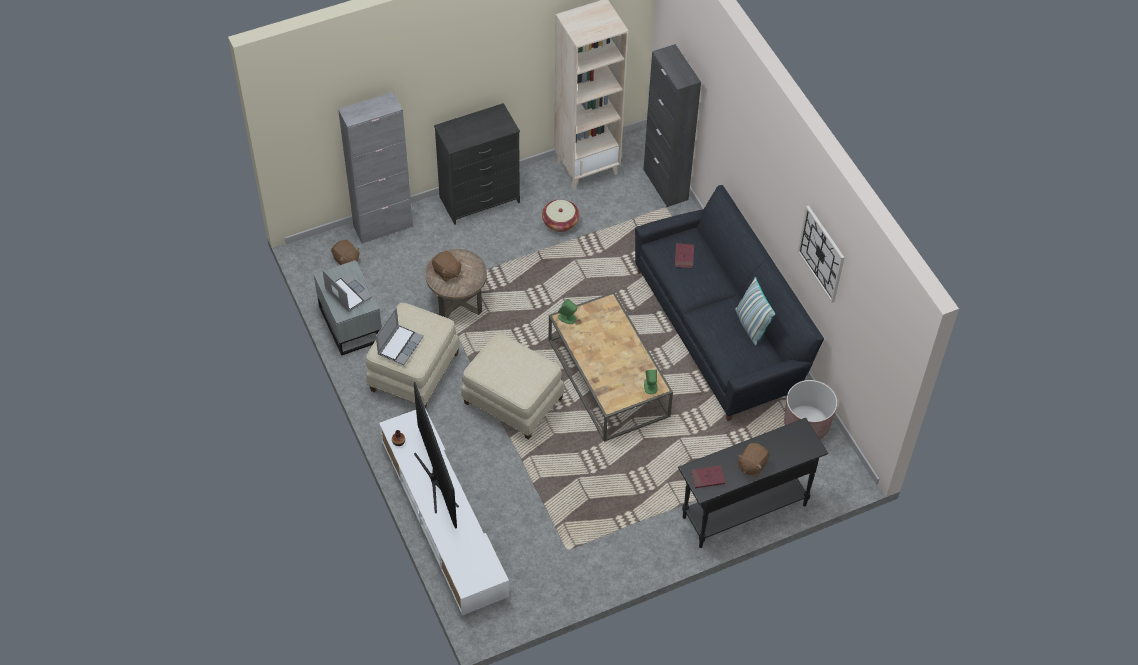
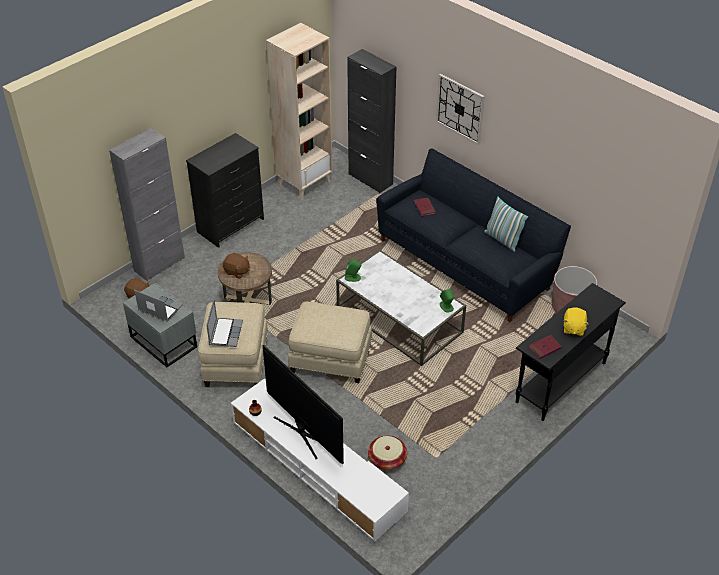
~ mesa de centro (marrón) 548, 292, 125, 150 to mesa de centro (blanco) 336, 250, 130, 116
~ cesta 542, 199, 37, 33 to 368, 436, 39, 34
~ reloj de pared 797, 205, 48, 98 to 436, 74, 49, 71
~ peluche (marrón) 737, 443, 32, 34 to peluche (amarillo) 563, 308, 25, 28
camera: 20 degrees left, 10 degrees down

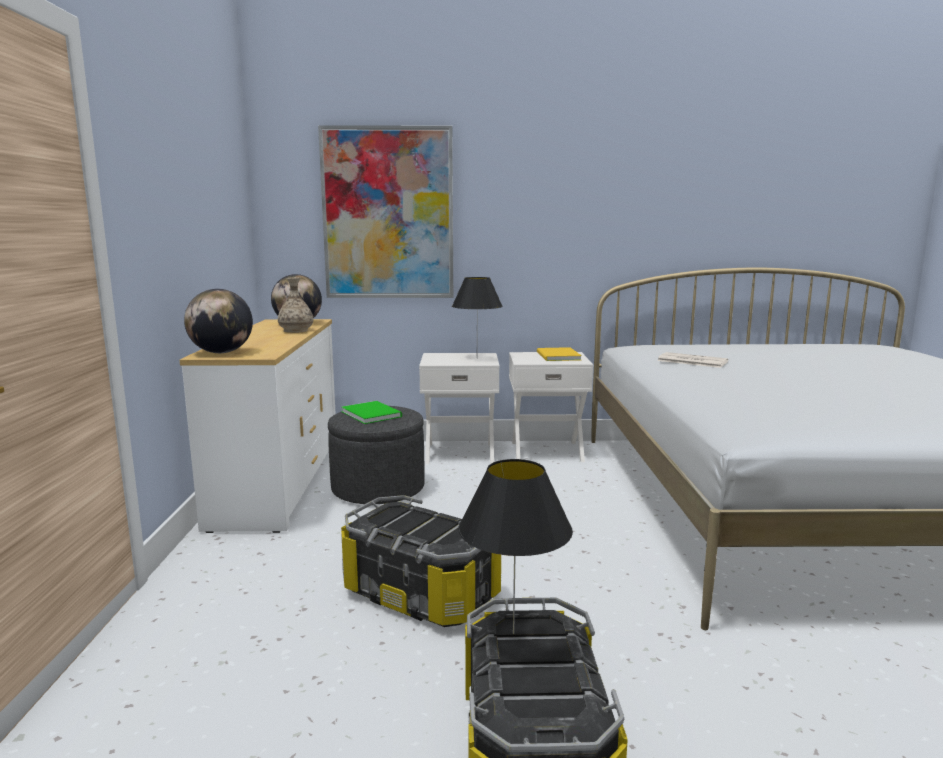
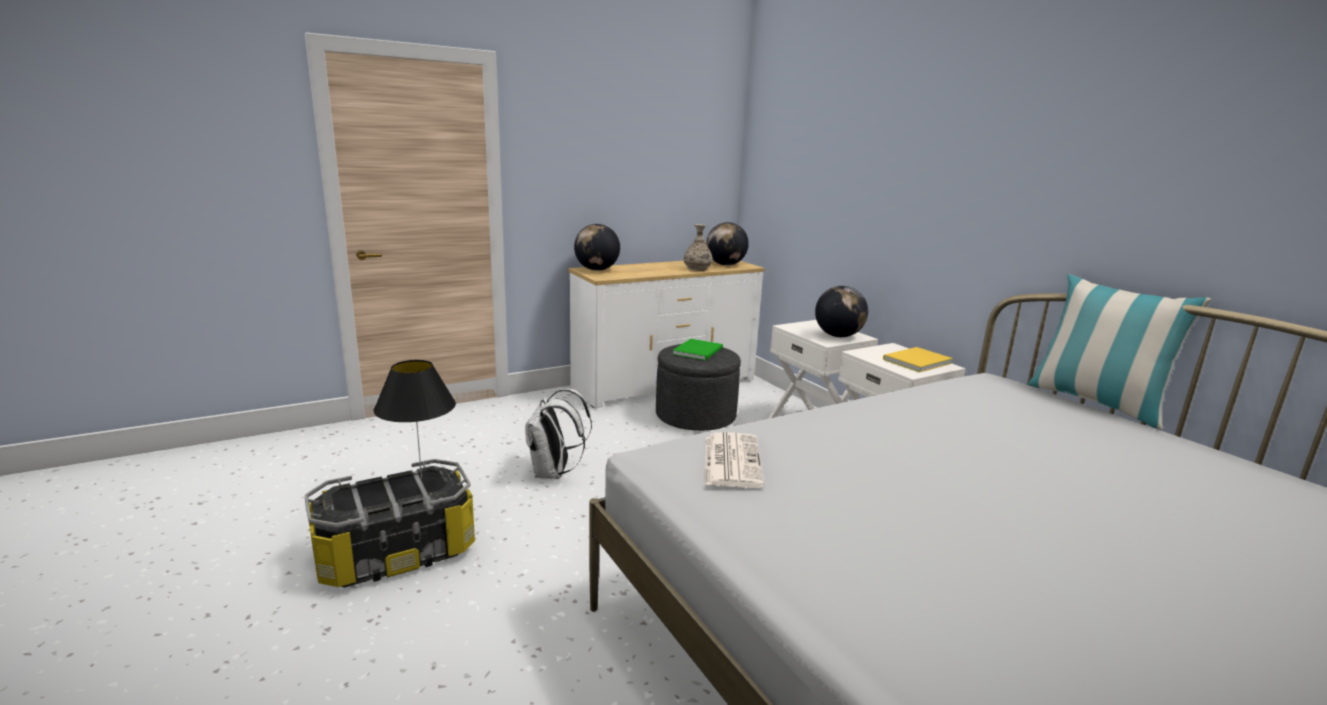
~ caja de almacenaje 341, 495, 160, 132 to mochila (blanco) 525, 388, 67, 91
~ periódico 657, 352, 71, 16 to 705, 432, 59, 56
~ lámpara de mesa (negro) 452, 277, 51, 70 to globo terráqueo 815, 286, 53, 51
+ cojín 1028, 274, 183, 155
- cuadro 318, 125, 135, 173
camera: 60 degrees right, 5 degrees up

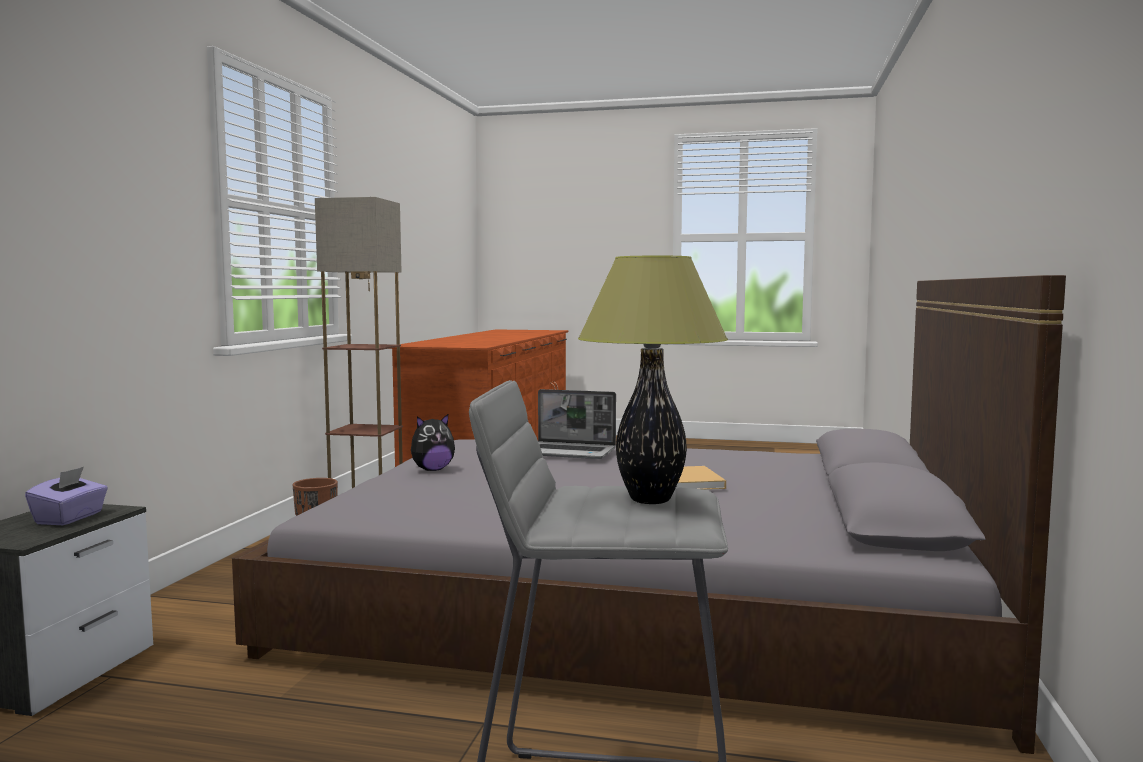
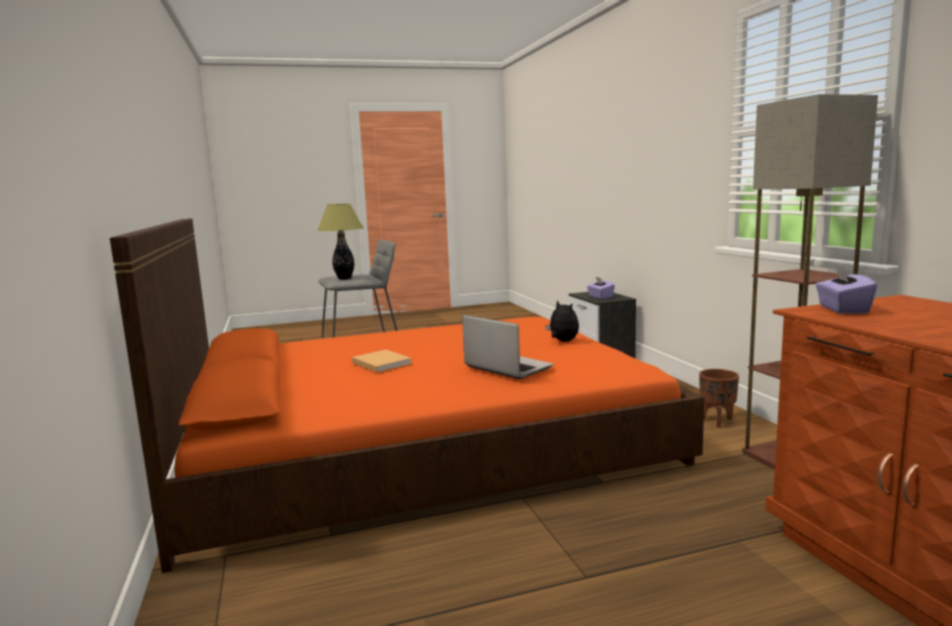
~ cama (gris) 232, 275, 834, 479 to cama (naranja) 110, 218, 594, 355
~ portátil 538, 389, 78, 70 = 462, 315, 92, 64 60 degrees clockwise
~ peluche 411, 414, 44, 57 = 545, 300, 34, 42 120 degrees clockwise
+ caja de pañuelos (morado) 816, 264, 61, 50
camera: 150 degrees right, 5 degrees up

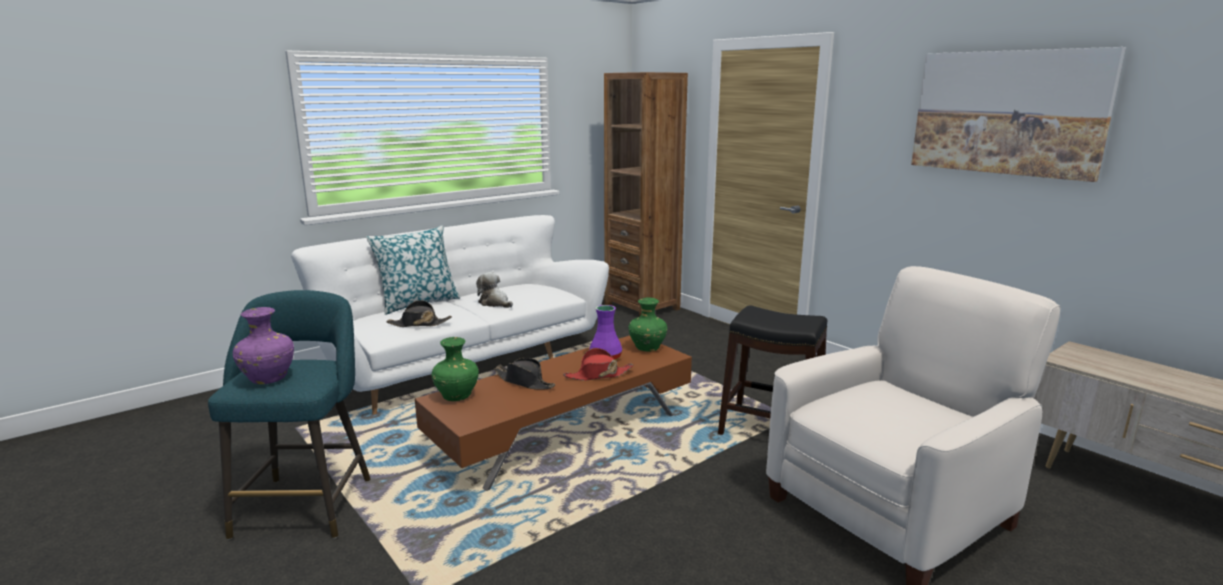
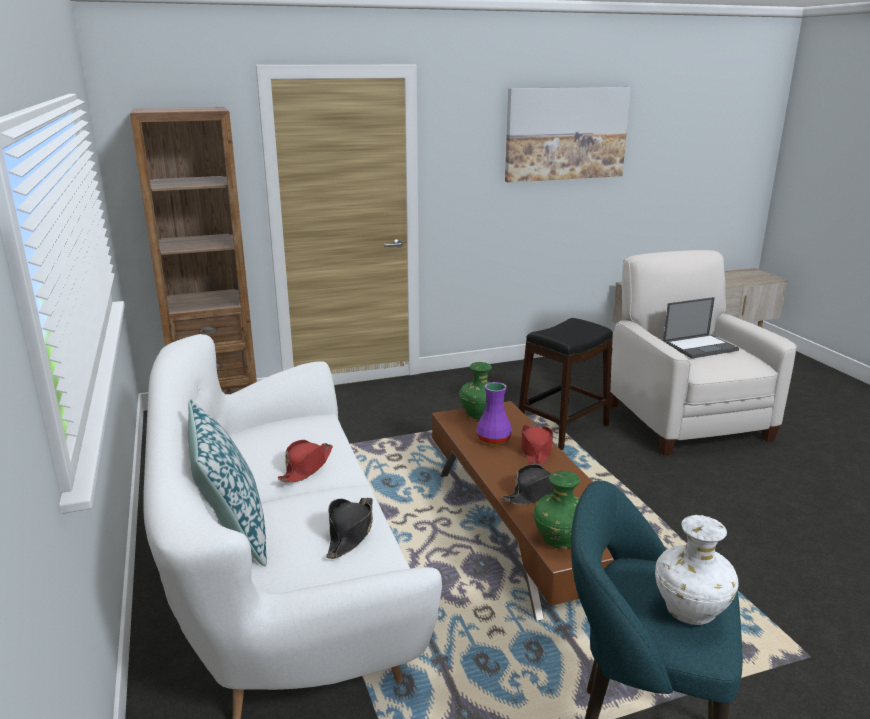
~ peluche 476, 272, 37, 36 to sombrero (rojo) 277, 440, 56, 42
~ florero (morado) 233, 307, 61, 77 to florero (blanco) 655, 515, 83, 110
+ portátil 663, 297, 76, 61
camera: 70 degrees left, 5 degrees up

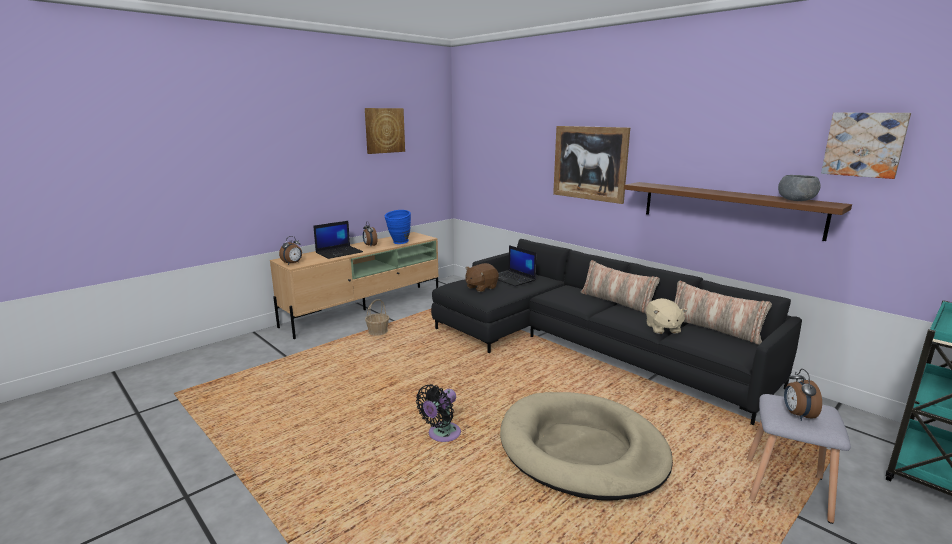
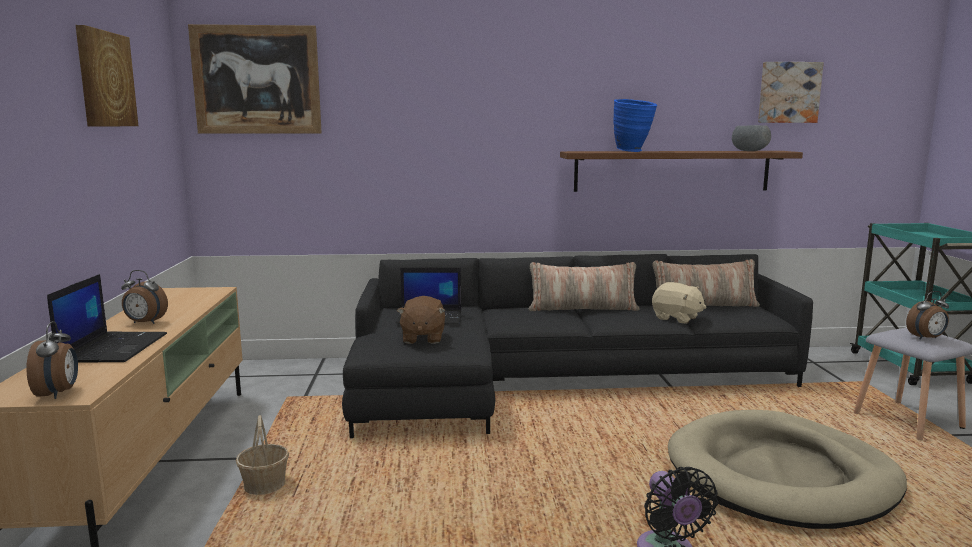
~ cuadro 553, 126, 77, 78 to 188, 24, 134, 110
~ florero (azul) 385, 210, 26, 34 to 613, 99, 44, 53
~ despertador 784, 369, 38, 52 = 906, 291, 43, 49 60 degrees counterclockwise
camera: 50 degrees left, 5 degrees down

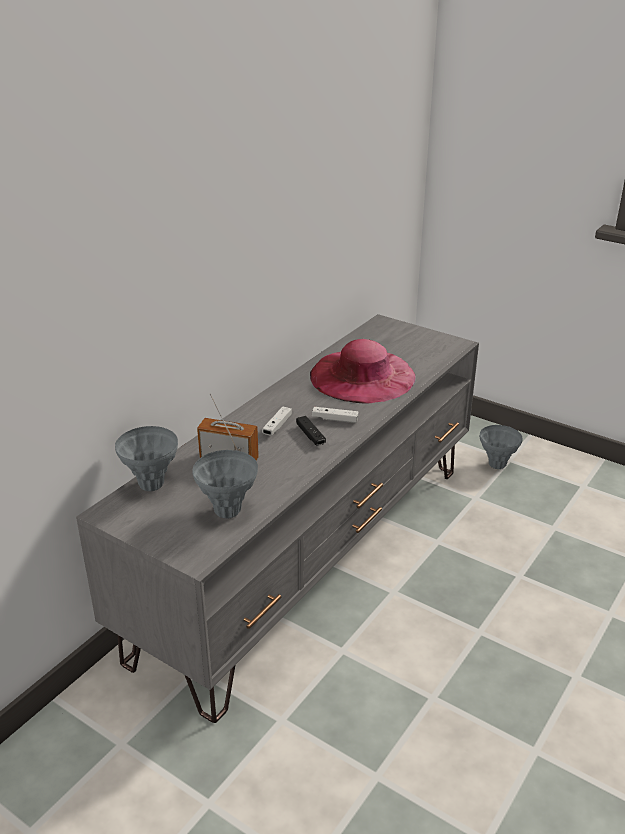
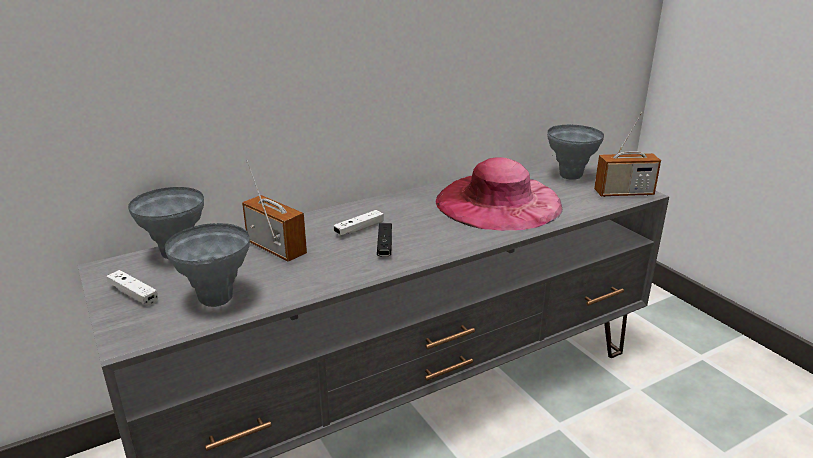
~ mando de consola (blanco) 312, 407, 46, 16 to 106, 270, 52, 36
~ florero (gris) 480, 425, 43, 44 to 547, 125, 57, 55
+ radio 594, 112, 67, 85
camera: 25 degrees right, 5 degrees down

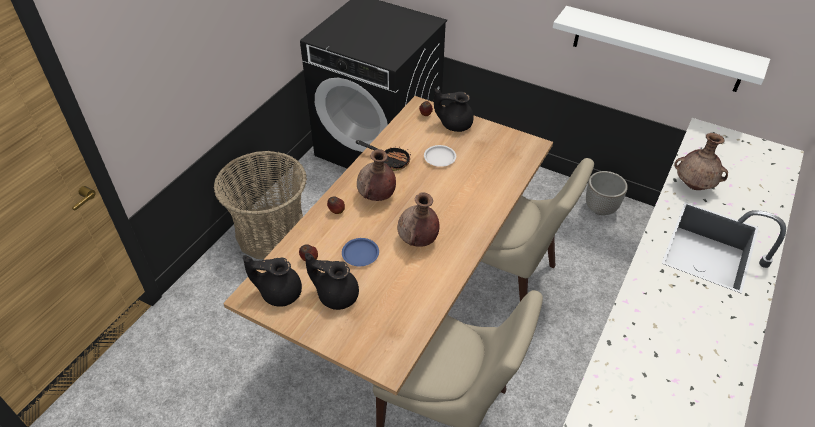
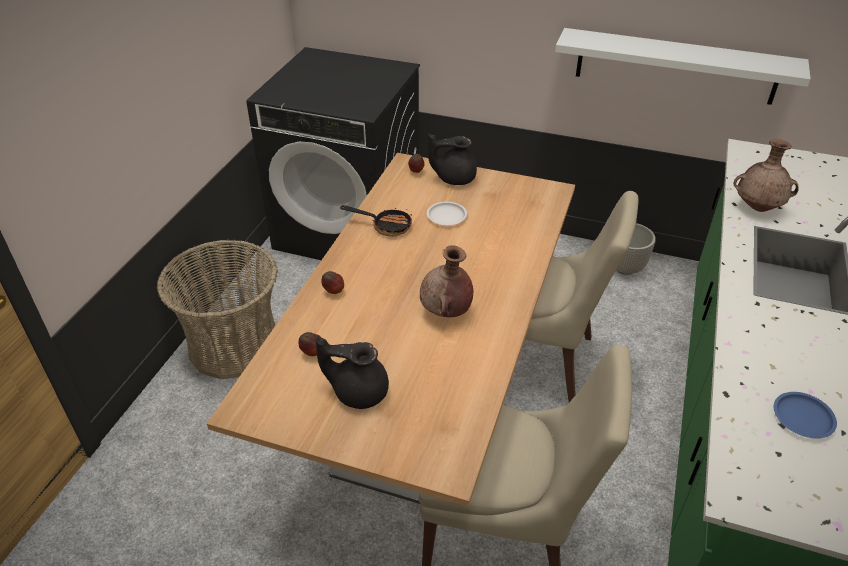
~ plato (azul) 342, 238, 37, 28 to 774, 392, 63, 47
- tetera (negro) 243, 255, 59, 52
- florero (marrón) 357, 149, 39, 52
camera: 10 degrees left, 5 degrees down

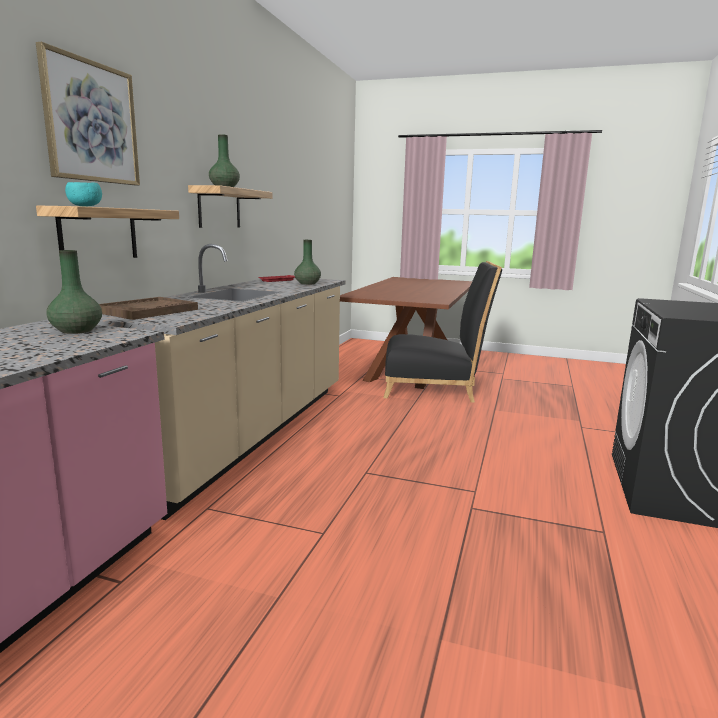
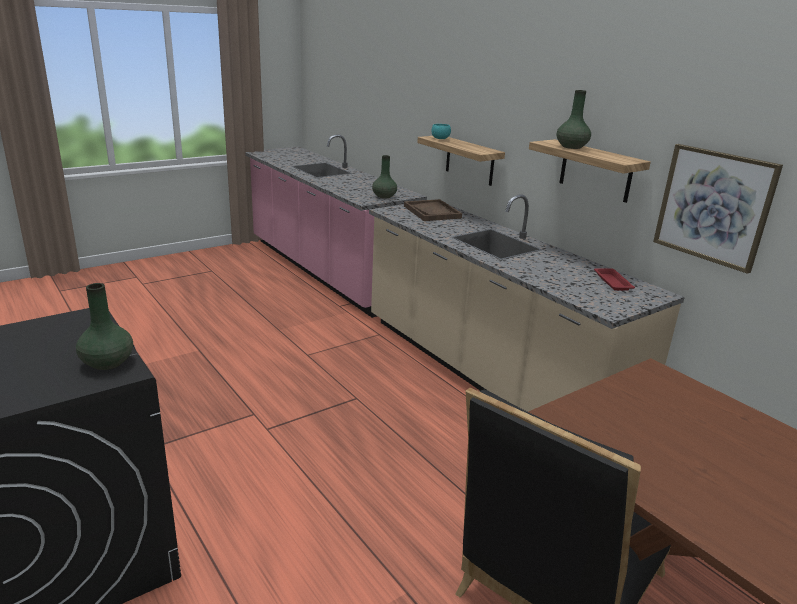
~ florero (verde) 294, 240, 27, 45 to 76, 283, 57, 87
~ cuadro 36, 42, 104, 143 to 653, 144, 130, 130
camera: 125 degrees right, 10 degrees up

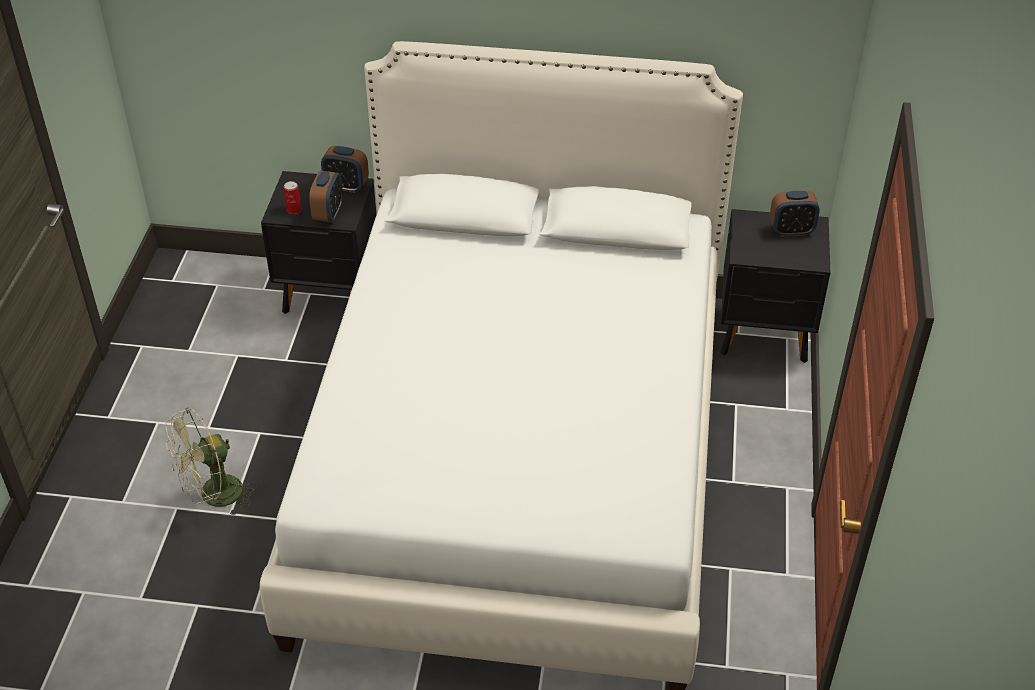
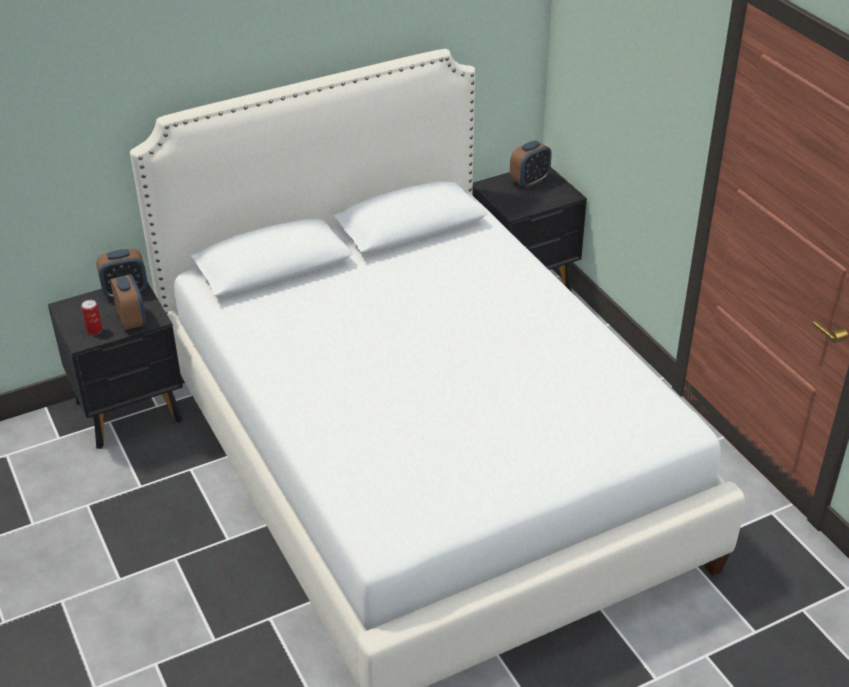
- ventilador (verde) 166, 408, 91, 109
camera: 35 degrees left, 5 degrees down

